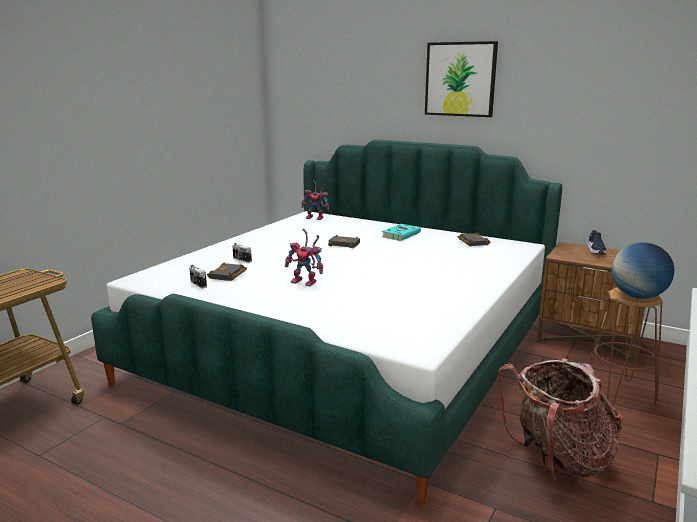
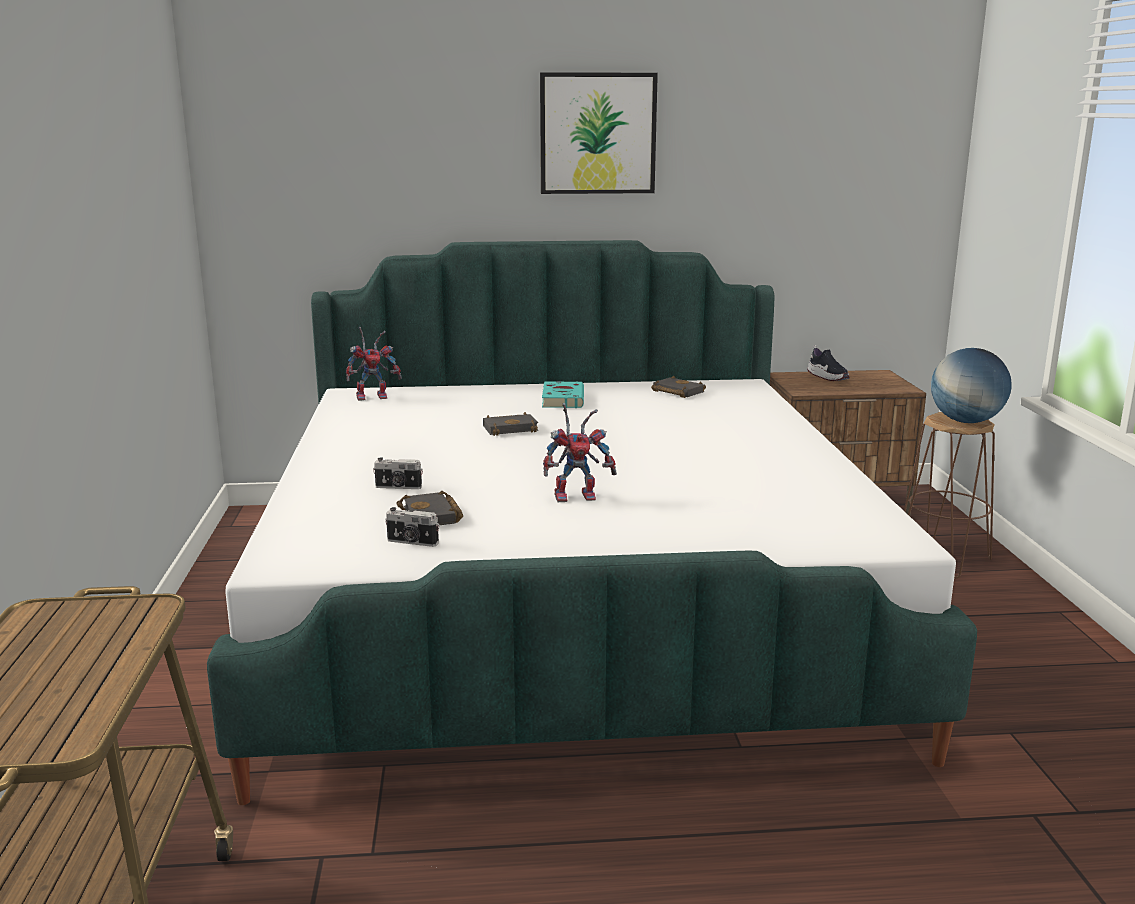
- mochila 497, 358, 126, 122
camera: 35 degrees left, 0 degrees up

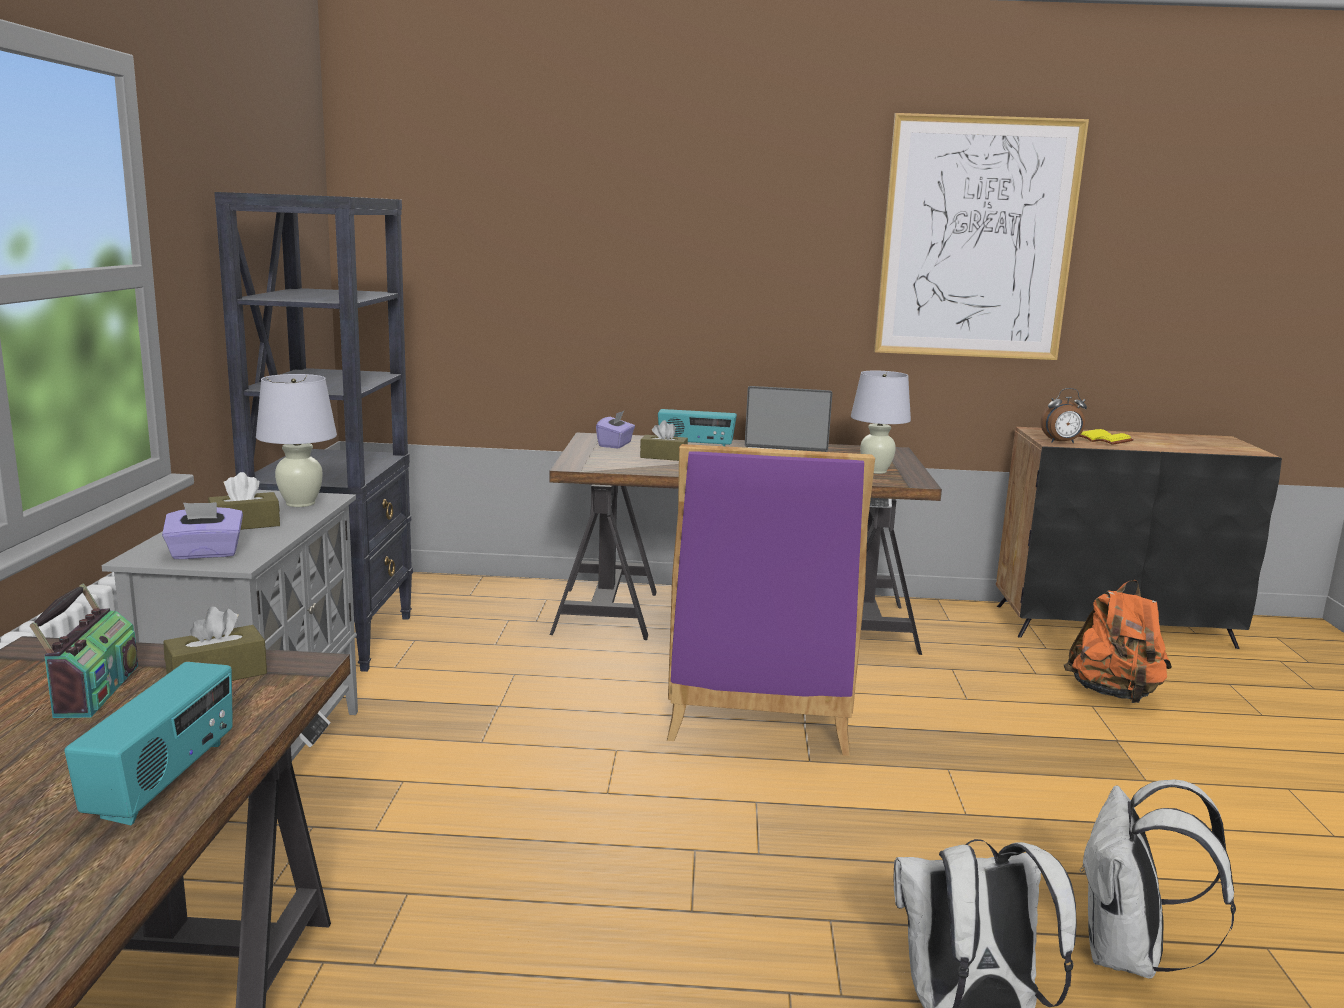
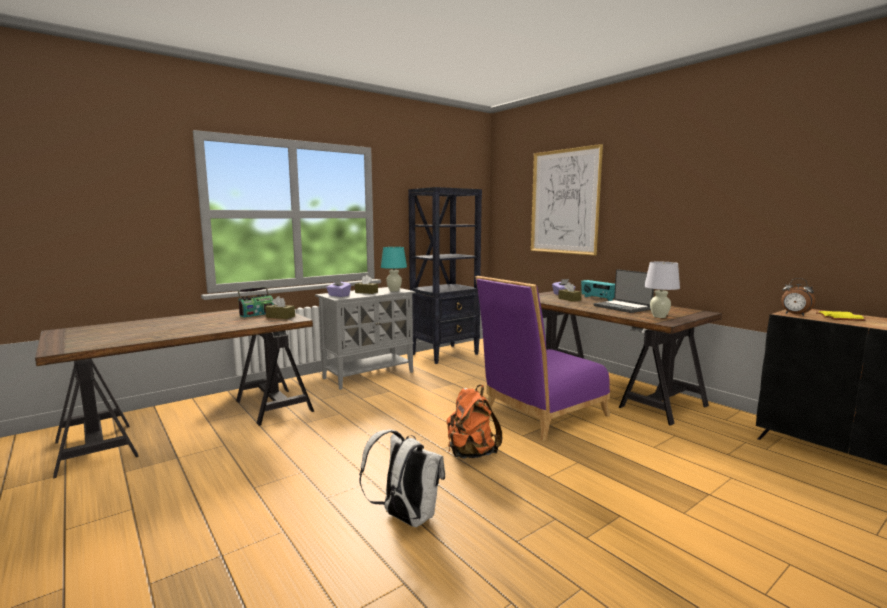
~ lámpara de mesa (blanco) 256, 374, 81, 133 to lámpara de mesa (turquesa) 381, 247, 26, 45
~ mochila (naranja) 1064, 580, 108, 123 to 447, 385, 55, 74
~ cuadro 874, 113, 215, 247 to 531, 144, 72, 111
- radio 64, 662, 169, 163
- mochila (blanco) 1080, 779, 156, 200
camera: 50 degrees right, 5 degrees down

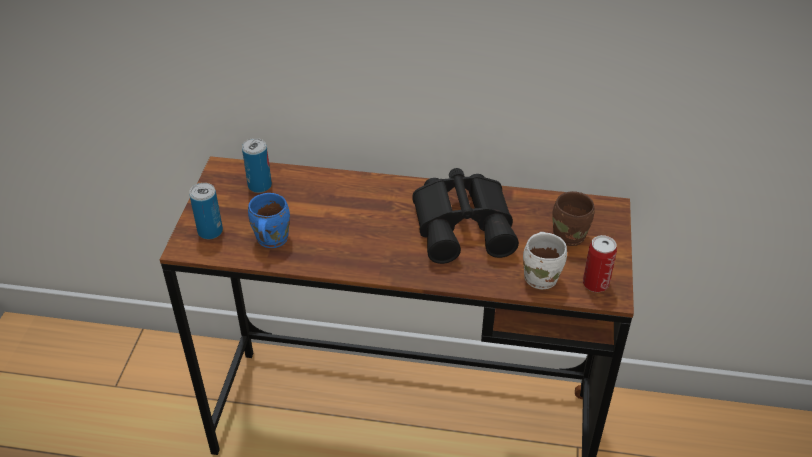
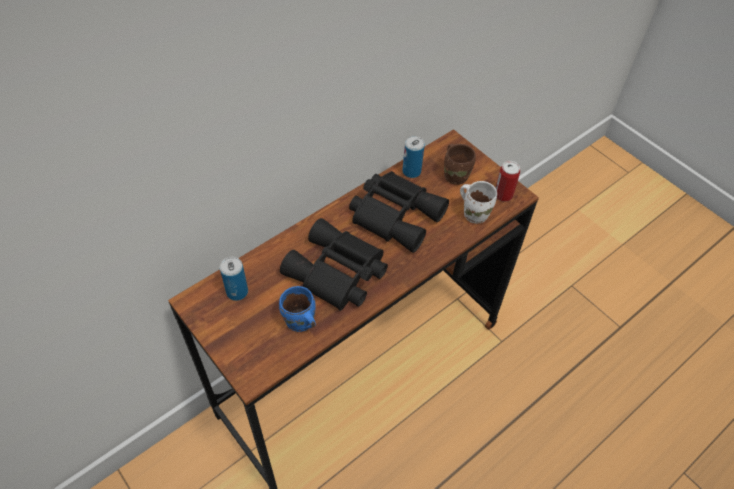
+ prismáticos (negro) 280, 218, 108, 93
~ lata 189, 183, 34, 56 to 402, 136, 23, 42
camera: 50 degrees left, 10 degrees up

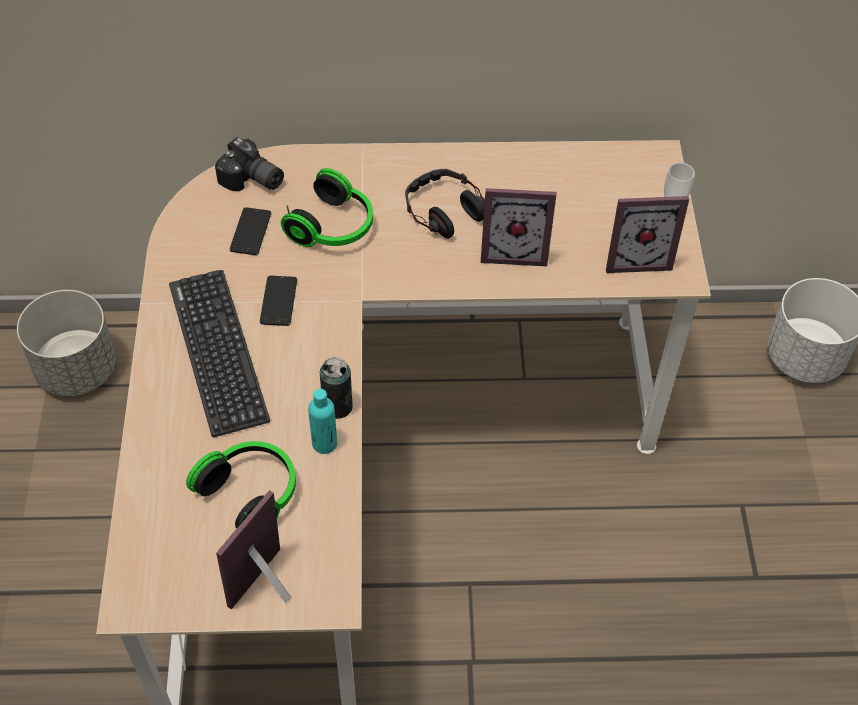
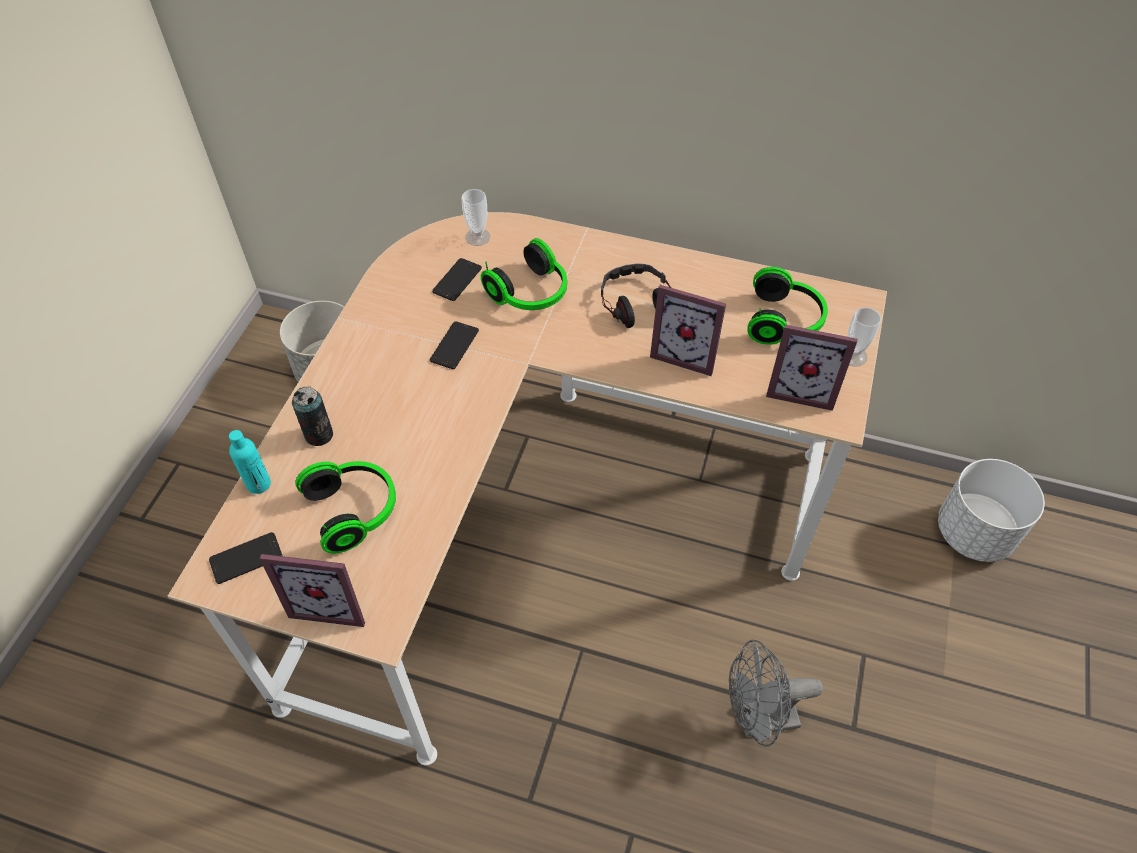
+ móvil 209, 532, 74, 52
~ botella (turquesa) 308, 389, 29, 65 to 229, 430, 42, 64
~ portarretratos 216, 490, 75, 119 = 260, 554, 105, 73 135 degrees counterclockwise
~ lata 320, 357, 33, 62 to 292, 386, 41, 60
~ cámara 215, 137, 69, 54 to taza 462, 189, 28, 57
+ ventilador (gris) 729, 640, 94, 106
+ auriculares 747, 267, 81, 78
- teclado 169, 270, 101, 167
camera: 20 degrees right, 0 degrees up

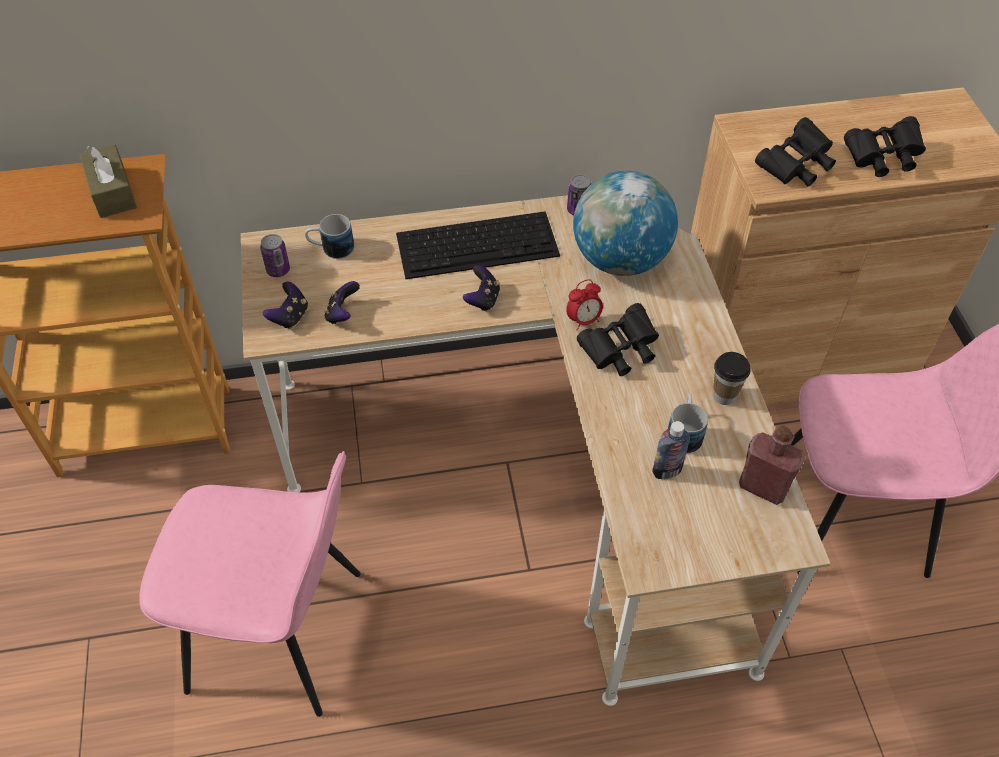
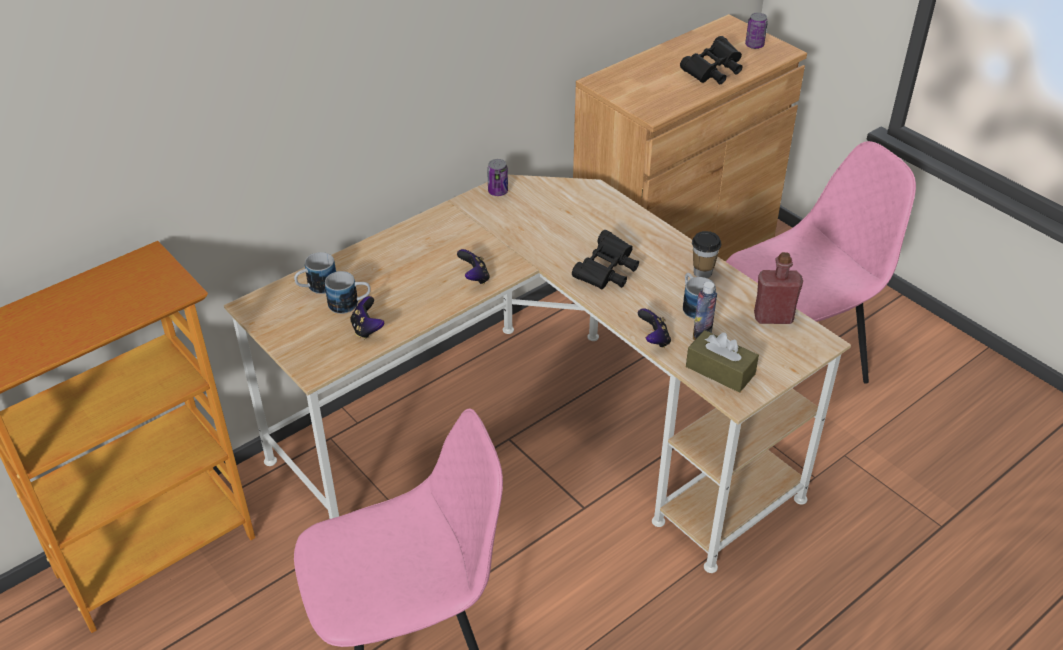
+ taza grande 325, 271, 46, 43
~ mando de consola 263, 282, 45, 47 to 638, 308, 33, 40
~ caja de pañuelos (marrón) 79, 145, 58, 73 to 686, 330, 73, 63
~ lata 260, 234, 30, 43 to 745, 13, 23, 36
- teclado 396, 211, 164, 68
- despertador 566, 279, 37, 52
- globo terráqueo 573, 171, 105, 105
- prismáticos (negro) 755, 117, 81, 70
camera: 30 degrees left, 10 degrees down

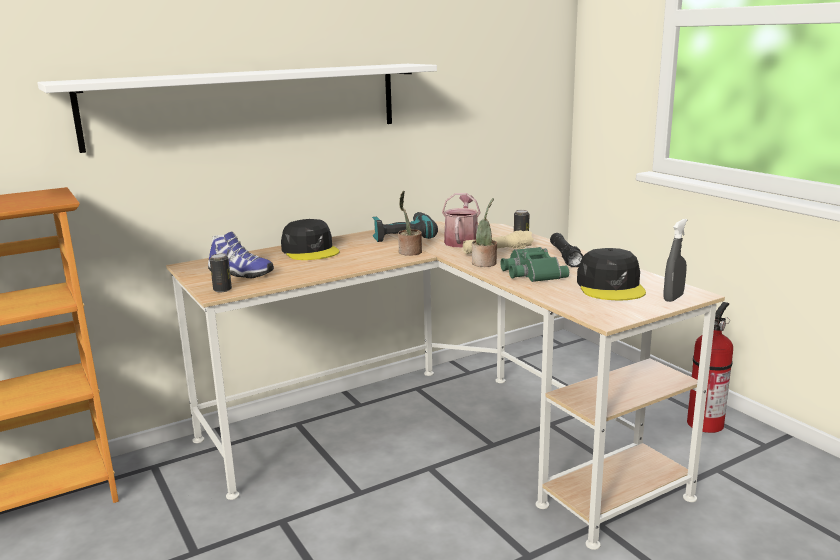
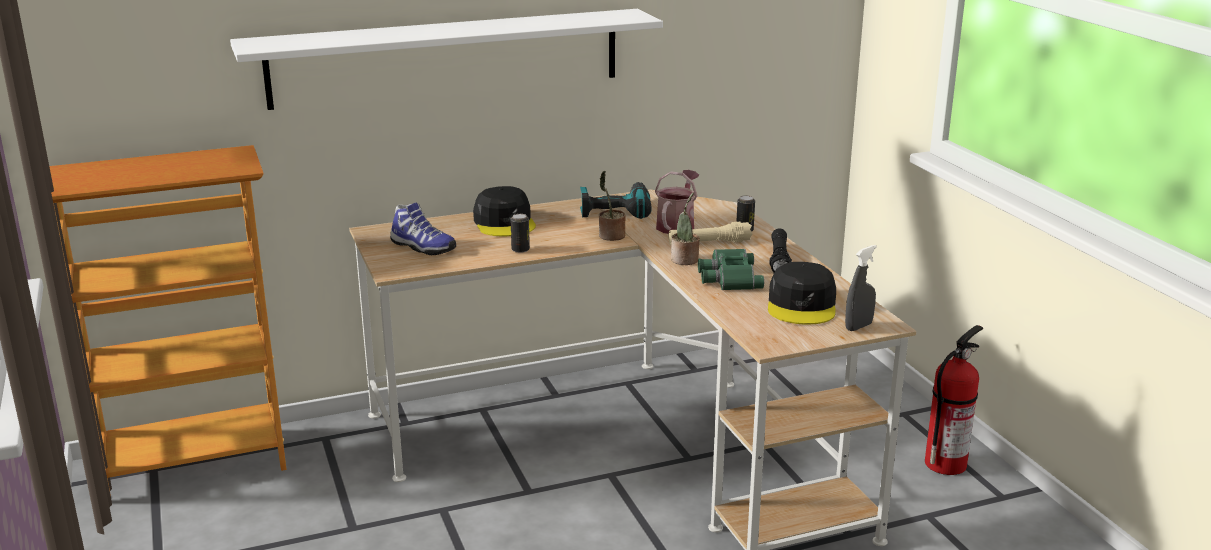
~ lata 210, 254, 22, 38 to 510, 214, 20, 39
camera: 10 degrees right, 5 degrees up

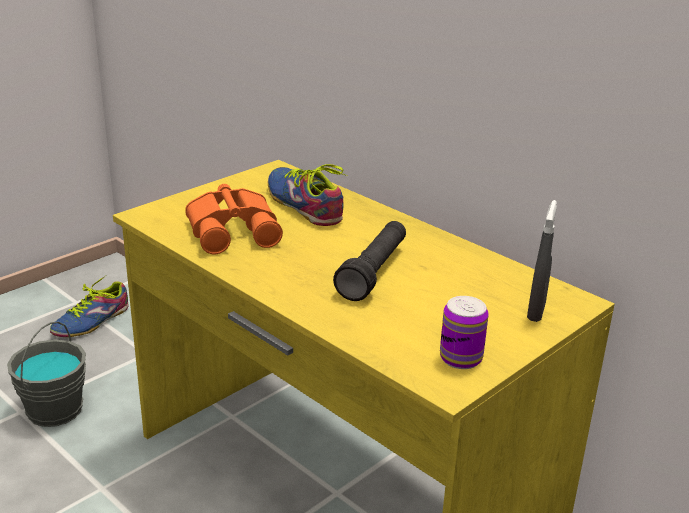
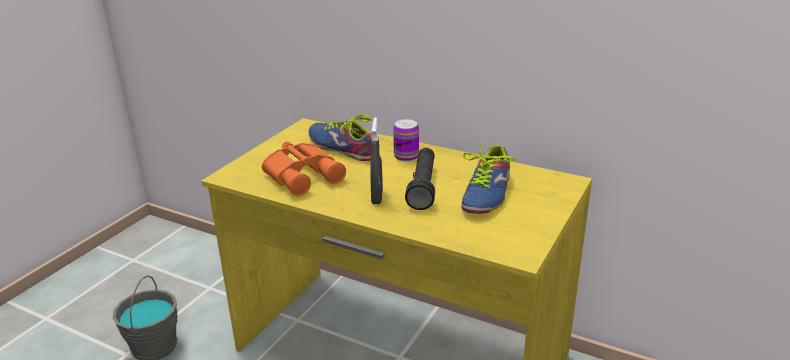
~ pulverizador (gris) 527, 200, 30, 122 to 370, 117, 13, 87
~ lata 440, 296, 49, 73 to 393, 119, 26, 43
~ zapato 50, 276, 79, 61 to 461, 140, 54, 74
camera: 15 degrees left, 0 degrees up

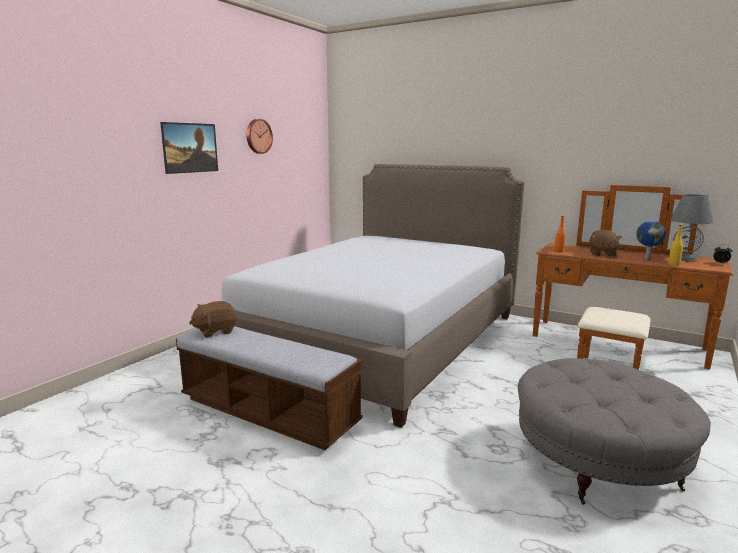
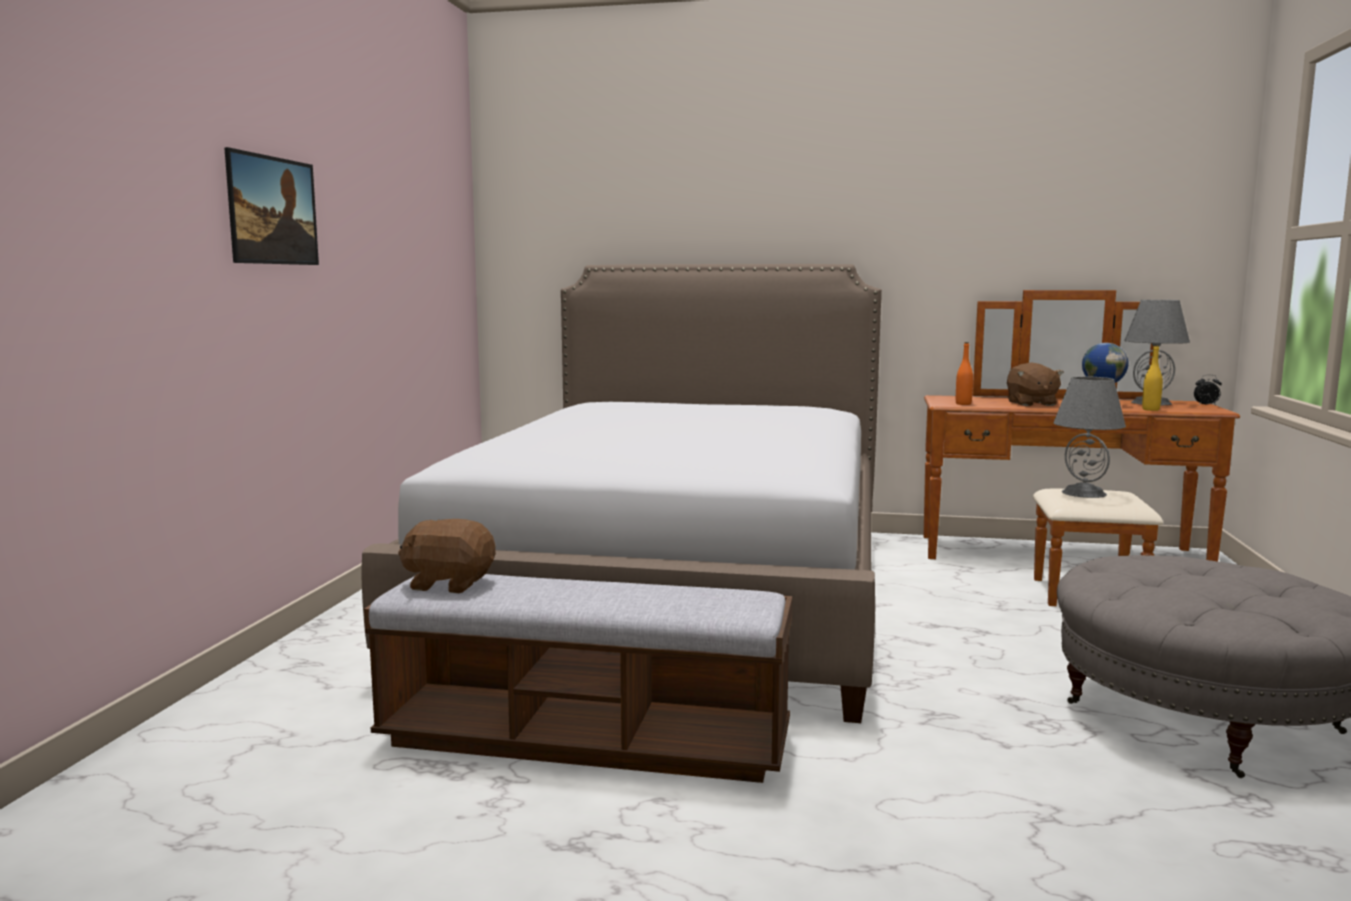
~ peluche (marrón) 189, 301, 48, 36 = 398, 519, 98, 74 60 degrees clockwise
+ lámpara de mesa (gris) 1053, 376, 73, 122
- reloj de pared 246, 119, 27, 35
camera: 20 degrees left, 5 degrees down

